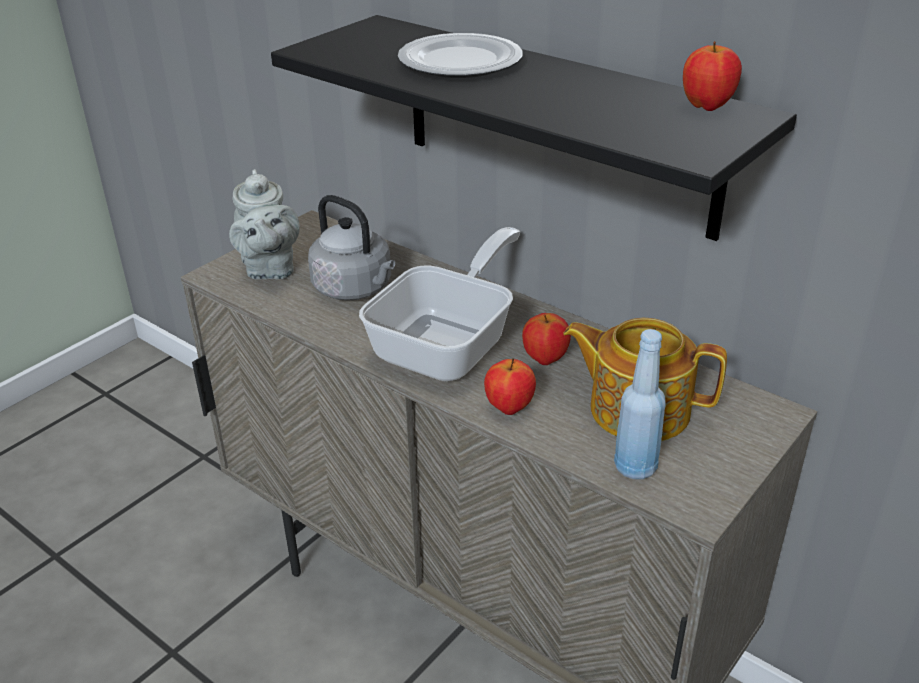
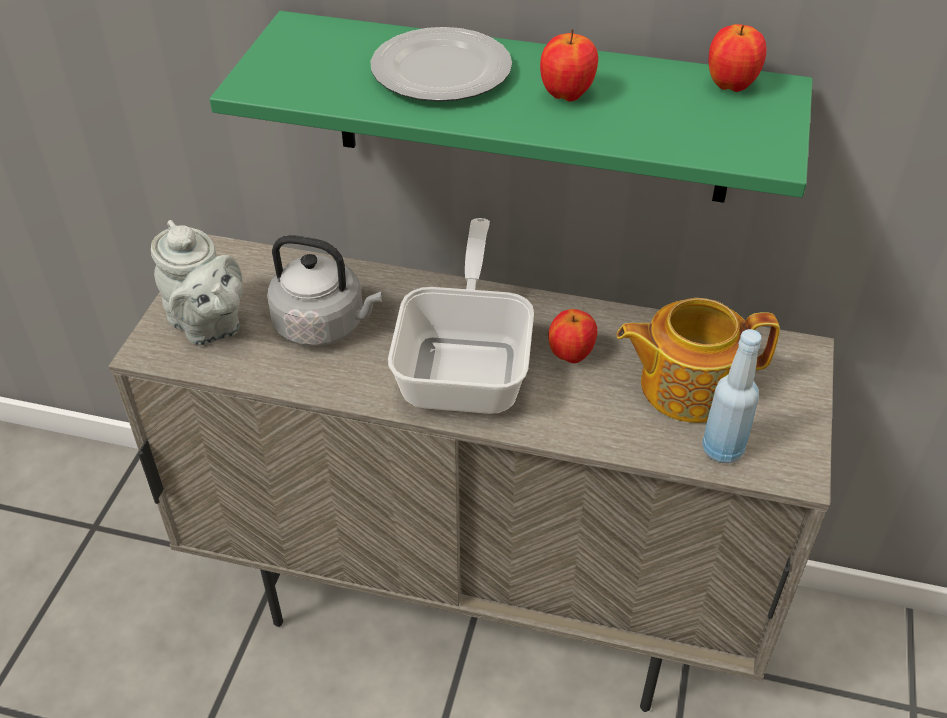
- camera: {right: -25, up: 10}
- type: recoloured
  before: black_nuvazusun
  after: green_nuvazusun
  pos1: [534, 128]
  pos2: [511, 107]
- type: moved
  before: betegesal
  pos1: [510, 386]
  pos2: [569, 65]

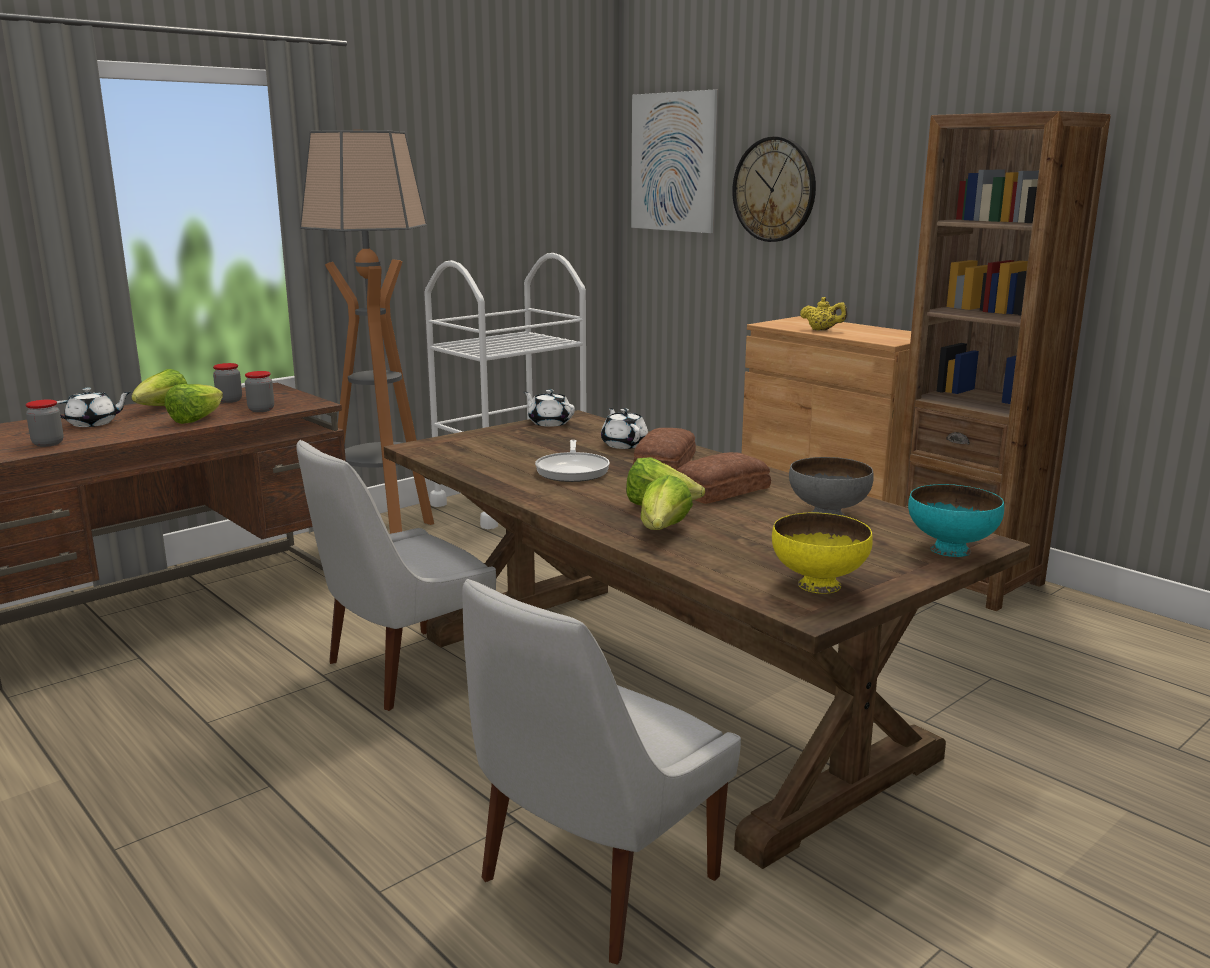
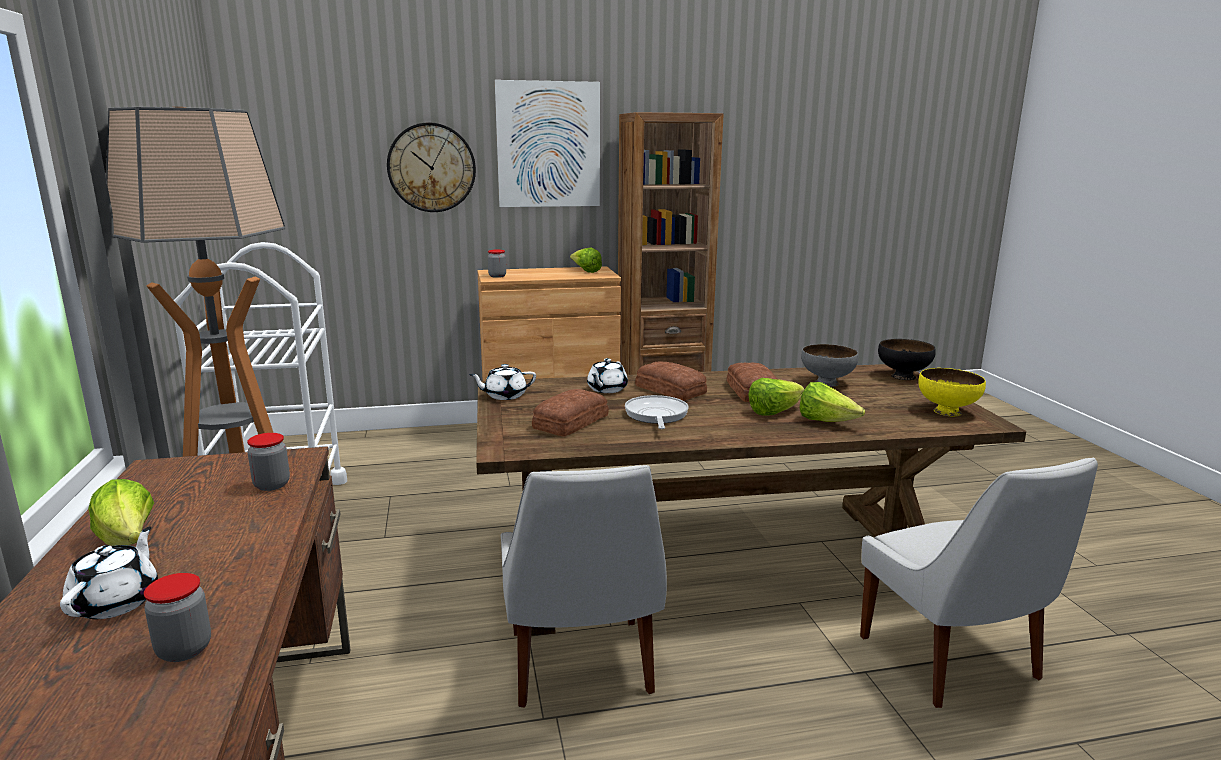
- camera: {right: -60, up: 0}
- type: moved
  before: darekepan
  pos1: [674, 161]
  pos2: [547, 143]
- type: removed
  before: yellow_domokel
  pos1: [823, 314]
- type: moved
  before: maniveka
  pos1: [227, 383]
  pos2: [497, 264]
- type: moved
  before: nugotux
  pos1: [194, 404]
  pos2: [586, 260]
- type: turned
  before: white_domokel
  pos1: [624, 428]
  pos2: [607, 375]
  turn: -75
- type: turned
  before: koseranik
  pos1: [572, 461]
  pos2: [657, 412]
  turn: -120
- type: recoloured
  before: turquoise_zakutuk
  after: black_zakutuk
  pos1: [956, 520]
  pos2: [907, 359]
- type: added
  after: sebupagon
  pos2: [570, 413]

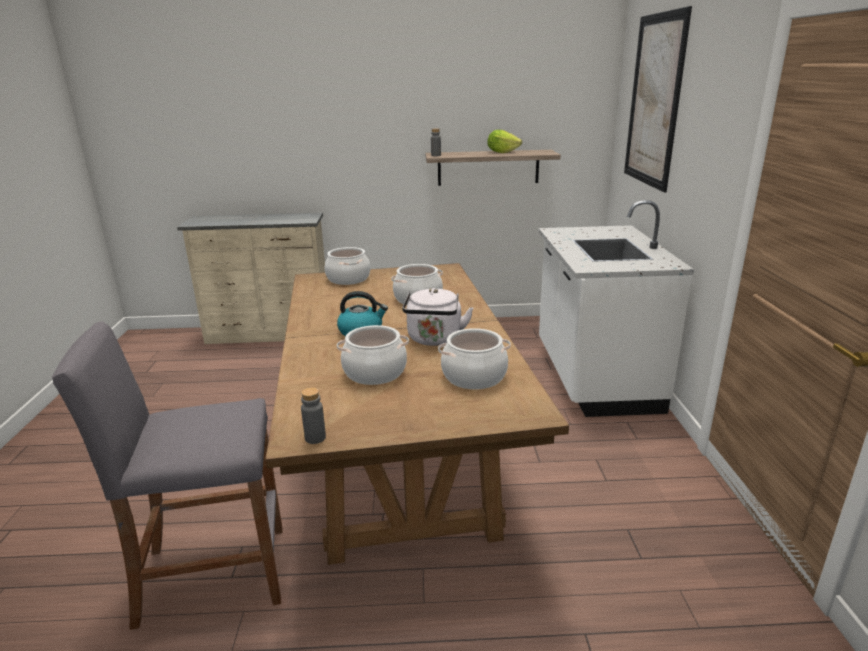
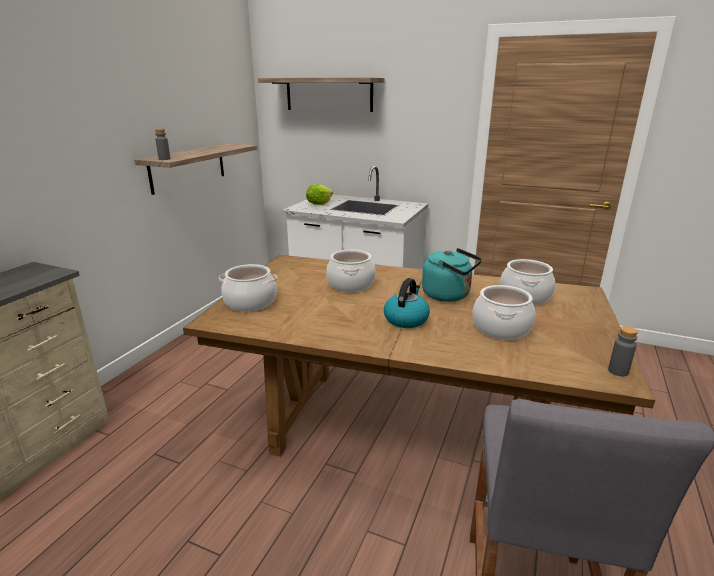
- camera: {right: -65, up: 0}
- type: replaced
  before: darekepan
  after: nuvazusun
  pos1: [658, 99]
  pos2: [321, 94]
- type: moved
  before: nugotux
  pos1: [504, 141]
  pos2: [319, 194]
- type: recoloured
  before: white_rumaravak
  after: turquoise_rumaravak
  pos1: [437, 317]
  pos2: [452, 275]

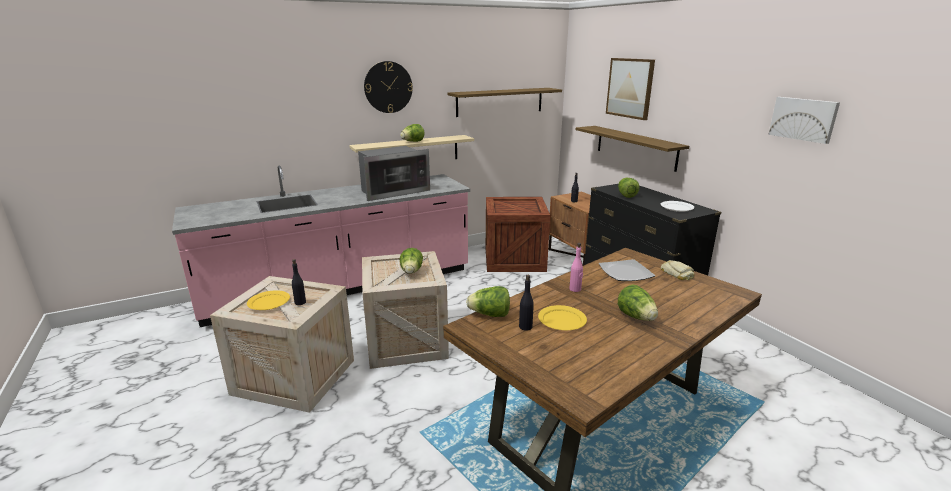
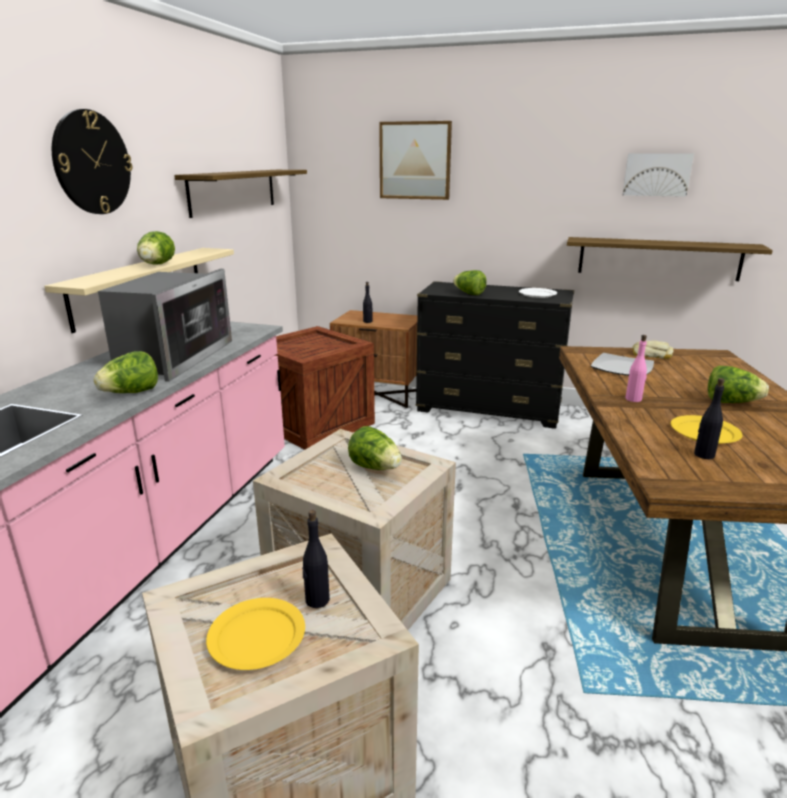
- camera: {right: -45, up: 0}
- type: moved
  before: nuvazusun
  pos1: [632, 149]
  pos2: [670, 259]
- type: moved
  before: nugotux
  pos1: [488, 301]
  pos2: [125, 372]

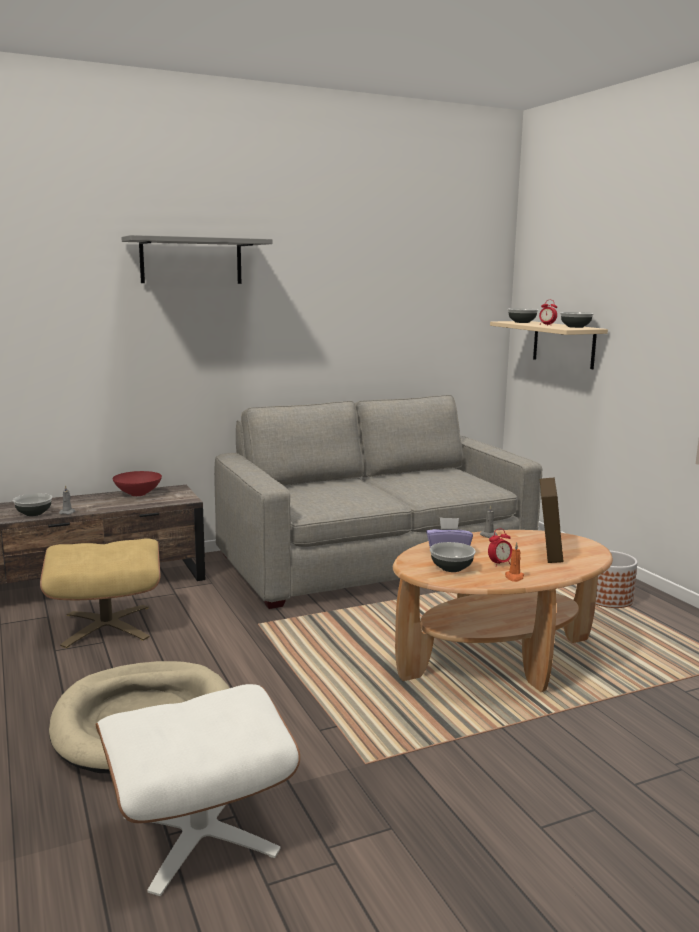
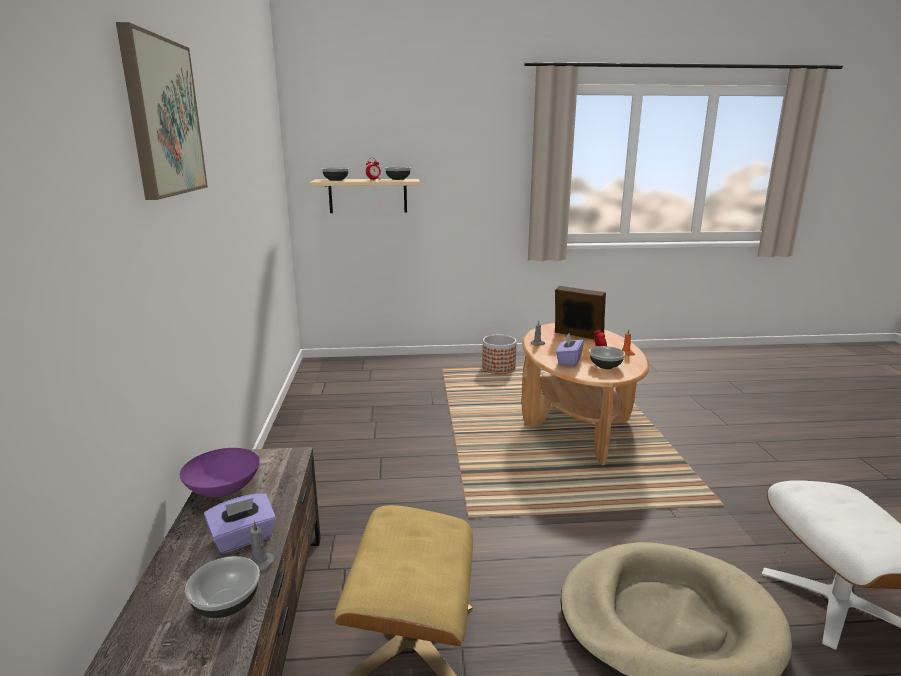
- camera: {right: -70, up: 5}
- type: replaced
  before: grey_nuvazusun
  after: darekepan
  pos1: [196, 259]
  pos2: [162, 111]
- type: removed
  before: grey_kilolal
  pos1: [378, 502]
- type: recoloured
  before: red_zakutuk
  after: purple_zakutuk
  pos1: [137, 483]
  pos2: [220, 472]
- type: added
  after: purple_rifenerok
  pos2: [240, 523]

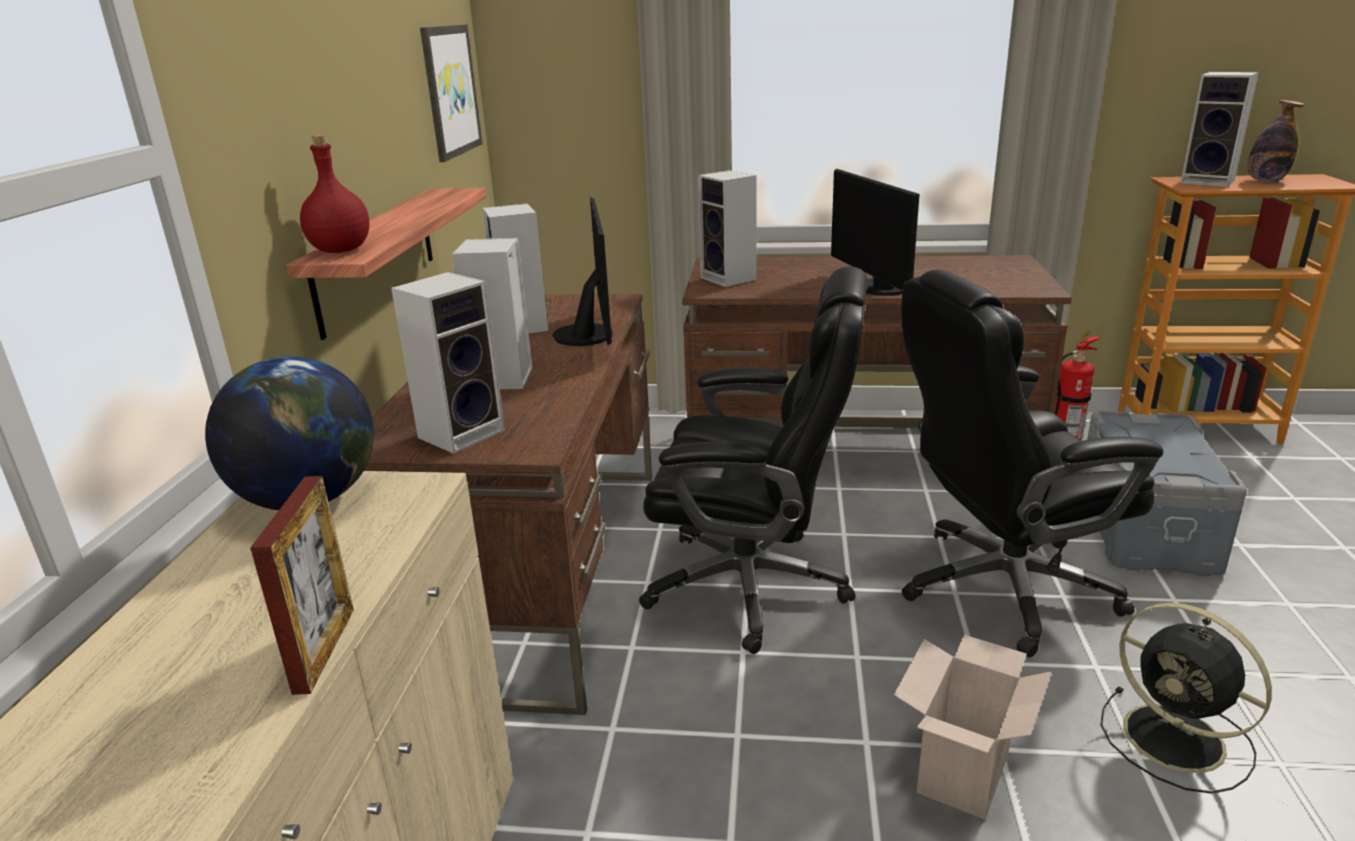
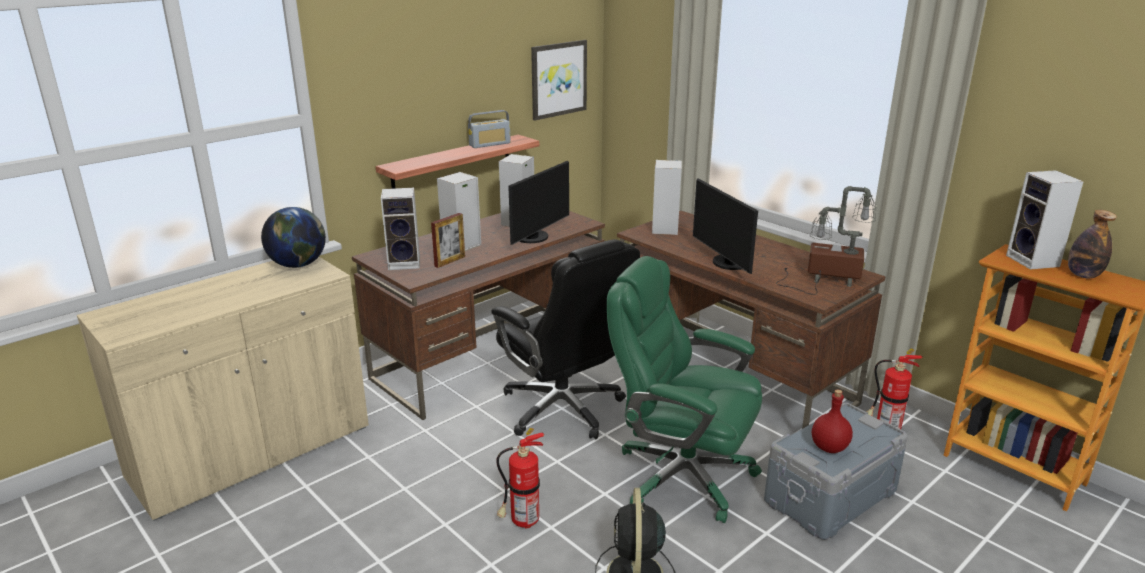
- camera: {right: 40, up: 0}
- type: moved
  before: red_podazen
  pos1: [334, 194]
  pos2: [832, 421]
- type: turned
  before: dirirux
  pos1: [875, 232]
  pos2: [725, 226]
  turn: -45
- type: recoloured
  before: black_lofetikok
  after: green_lofetikok
  pos1: [1032, 463]
  pos2: [684, 389]
- type: moved
  before: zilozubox
  pos1: [302, 585]
  pos2: [448, 240]
- type: replaced
  before: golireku
  after: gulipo
  pos1: [973, 727]
  pos2: [520, 478]
- type: added
  after: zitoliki
  pos2: [489, 129]
- type: added
  after: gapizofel
  pos2: [826, 240]

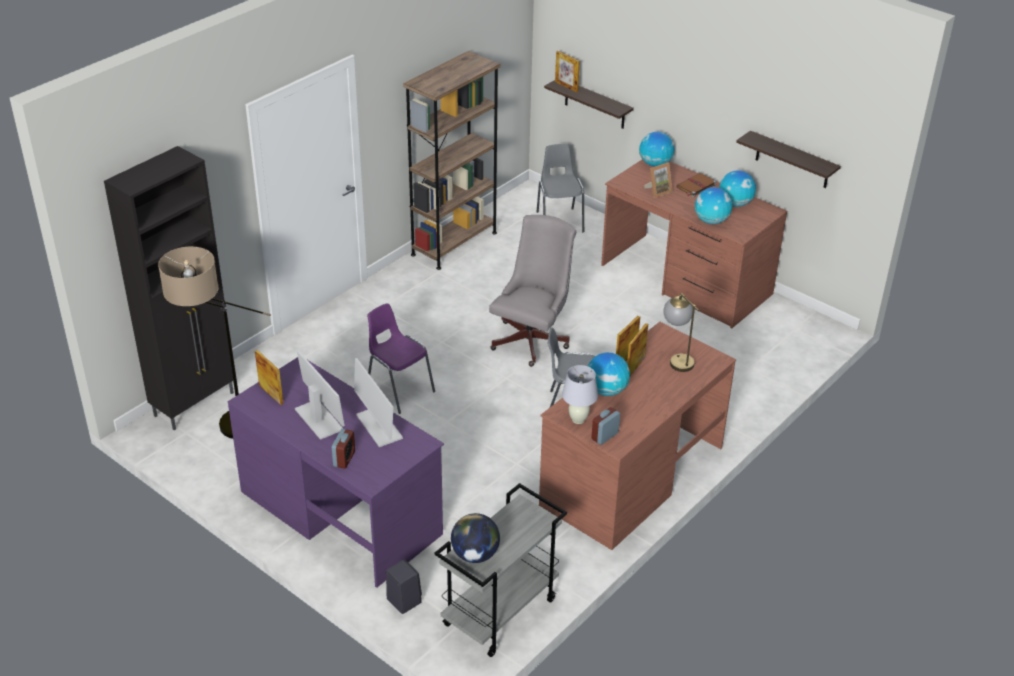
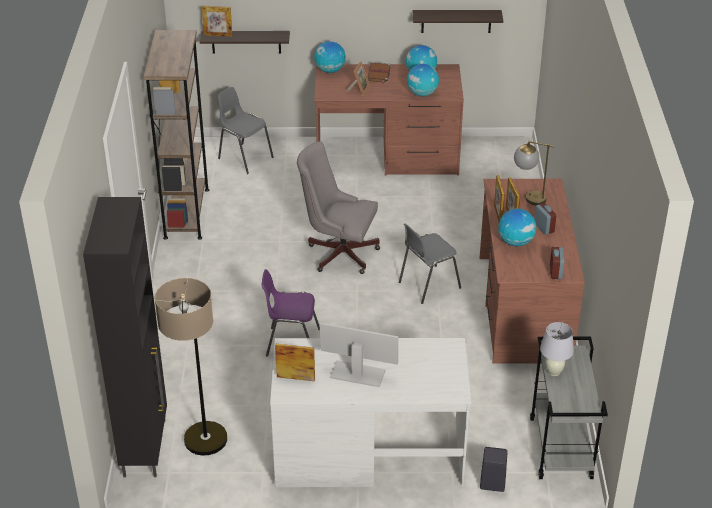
- camera: {right: -40, up: 0}
- type: turned
  before: grey_lofetikok
  pos1: [532, 291]
  pos2: [338, 207]
  turn: -60
- type: recoloured
  before: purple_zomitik
  after: white_zomitik
  pos1: [336, 472]
  pos2: [370, 412]
- type: removed
  before: dirirux
  pos1: [378, 402]
- type: moved
  before: white_gapizofel
  pos1: [580, 394]
  pos2: [557, 349]
- type: moved
  before: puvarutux
  pos1: [343, 449]
  pos2: [545, 219]
- type: removed
  before: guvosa
  pos1: [475, 538]

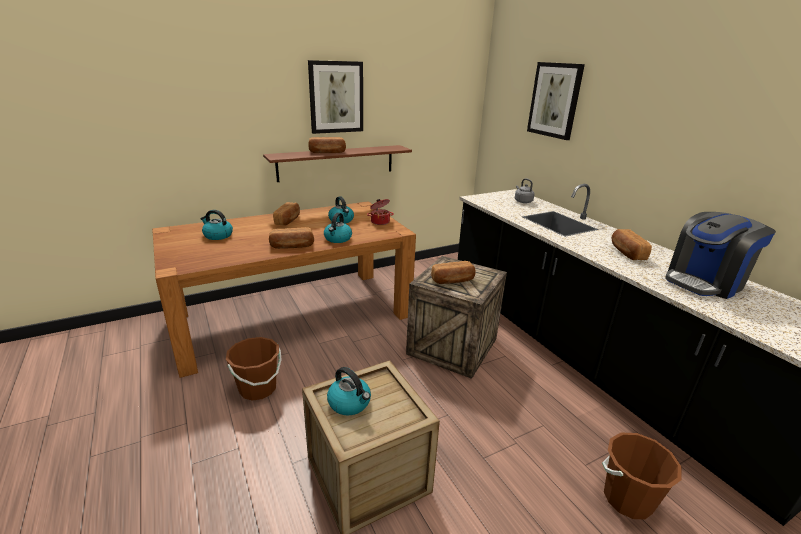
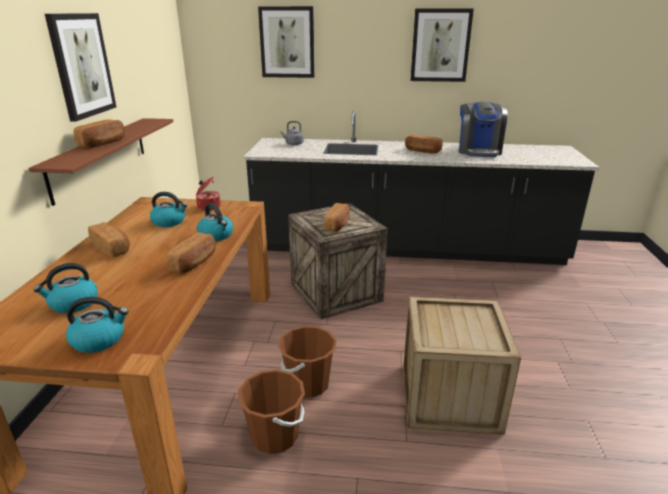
- camera: {right: -55, up: 0}
- type: moved
  before: rumaravak
  pos1: [349, 391]
  pos2: [97, 324]
- type: moved
  before: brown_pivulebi
  pos1: [642, 476]
  pos2: [307, 362]
- type: added
  after: darekepan
  pos2: [442, 45]

